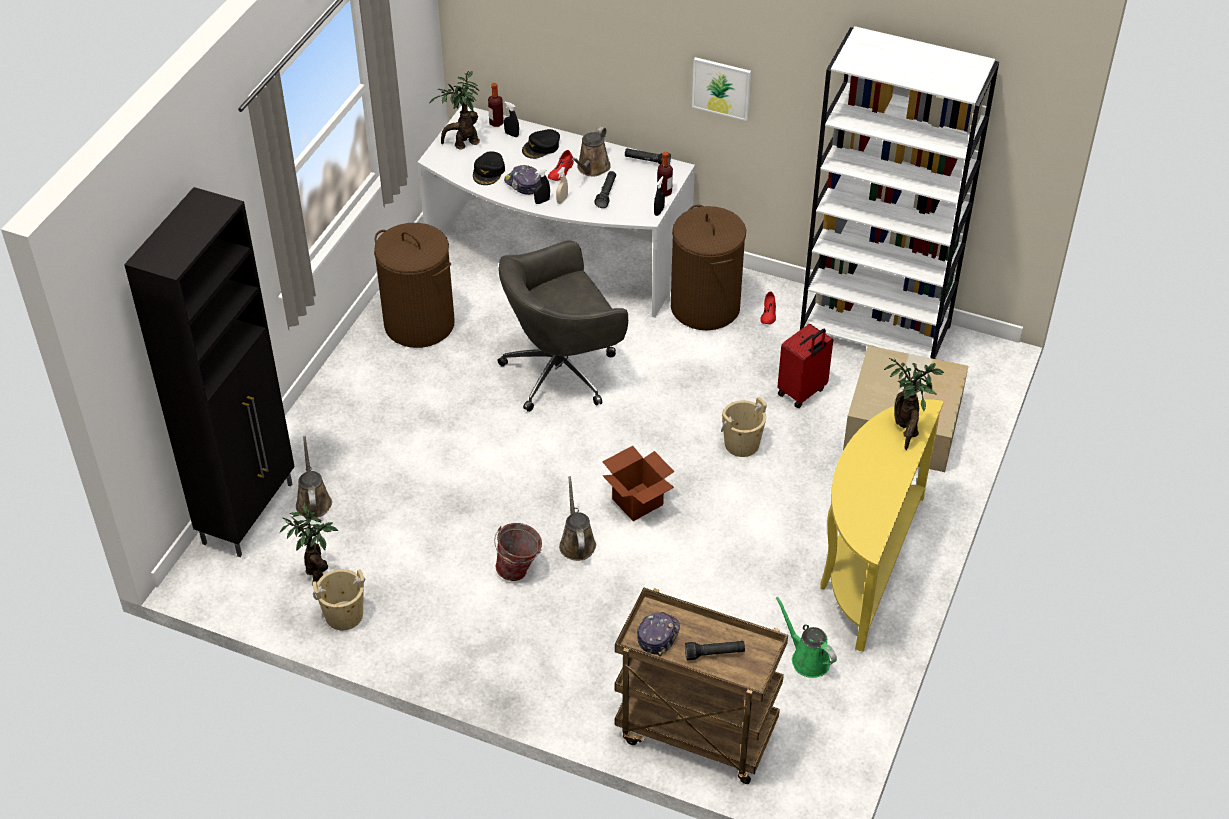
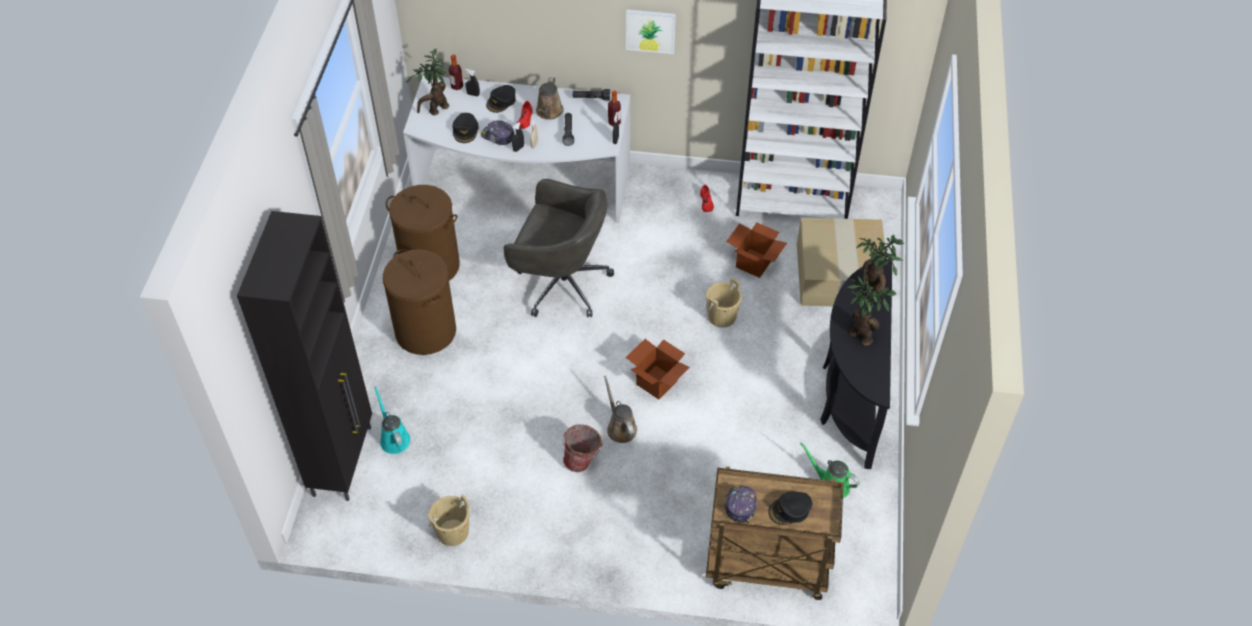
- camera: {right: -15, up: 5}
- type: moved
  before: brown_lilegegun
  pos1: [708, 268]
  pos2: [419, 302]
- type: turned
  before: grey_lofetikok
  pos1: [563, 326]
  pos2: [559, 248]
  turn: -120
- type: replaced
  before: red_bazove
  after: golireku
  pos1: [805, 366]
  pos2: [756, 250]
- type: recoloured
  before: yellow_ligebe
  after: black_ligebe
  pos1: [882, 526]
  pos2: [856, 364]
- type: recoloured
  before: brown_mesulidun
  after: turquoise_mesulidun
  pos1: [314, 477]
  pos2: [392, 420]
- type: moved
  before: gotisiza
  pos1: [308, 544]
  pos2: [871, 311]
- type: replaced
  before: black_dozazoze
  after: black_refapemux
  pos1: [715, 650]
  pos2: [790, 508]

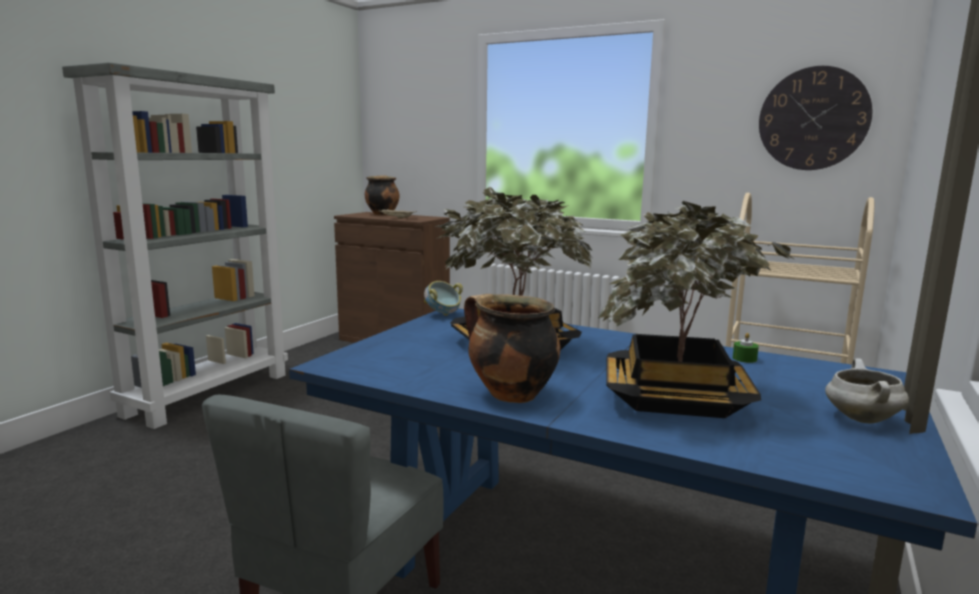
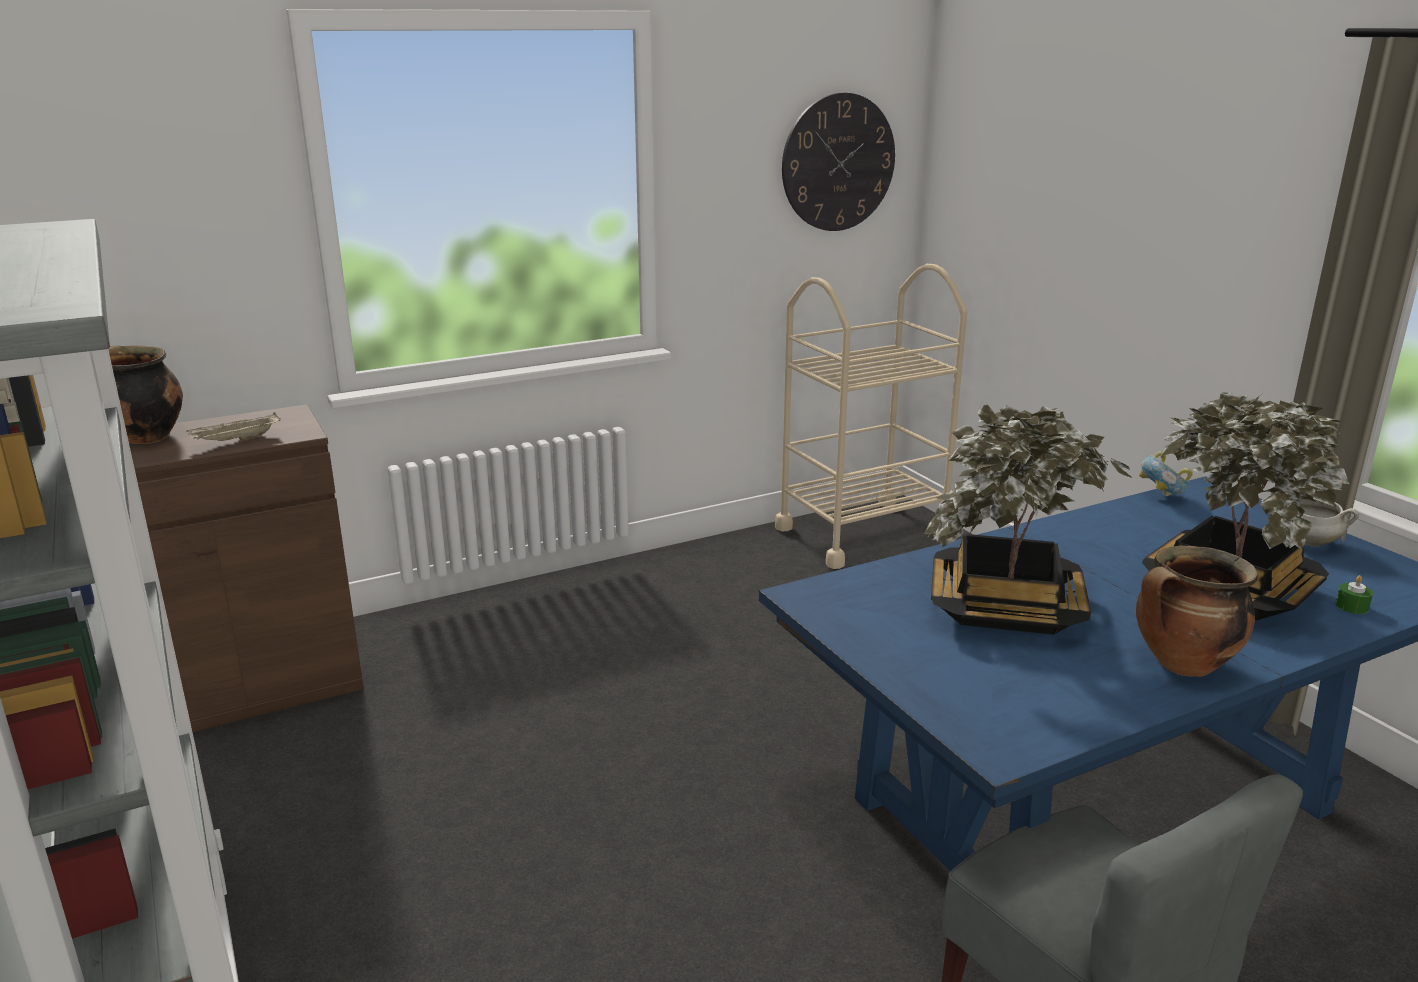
- camera: {right: -55, up: 10}
- type: moved
  before: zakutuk
  pos1: [443, 298]
  pos2: [1166, 474]
- type: moved
  before: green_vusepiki
  pos1: [746, 348]
  pos2: [1354, 594]

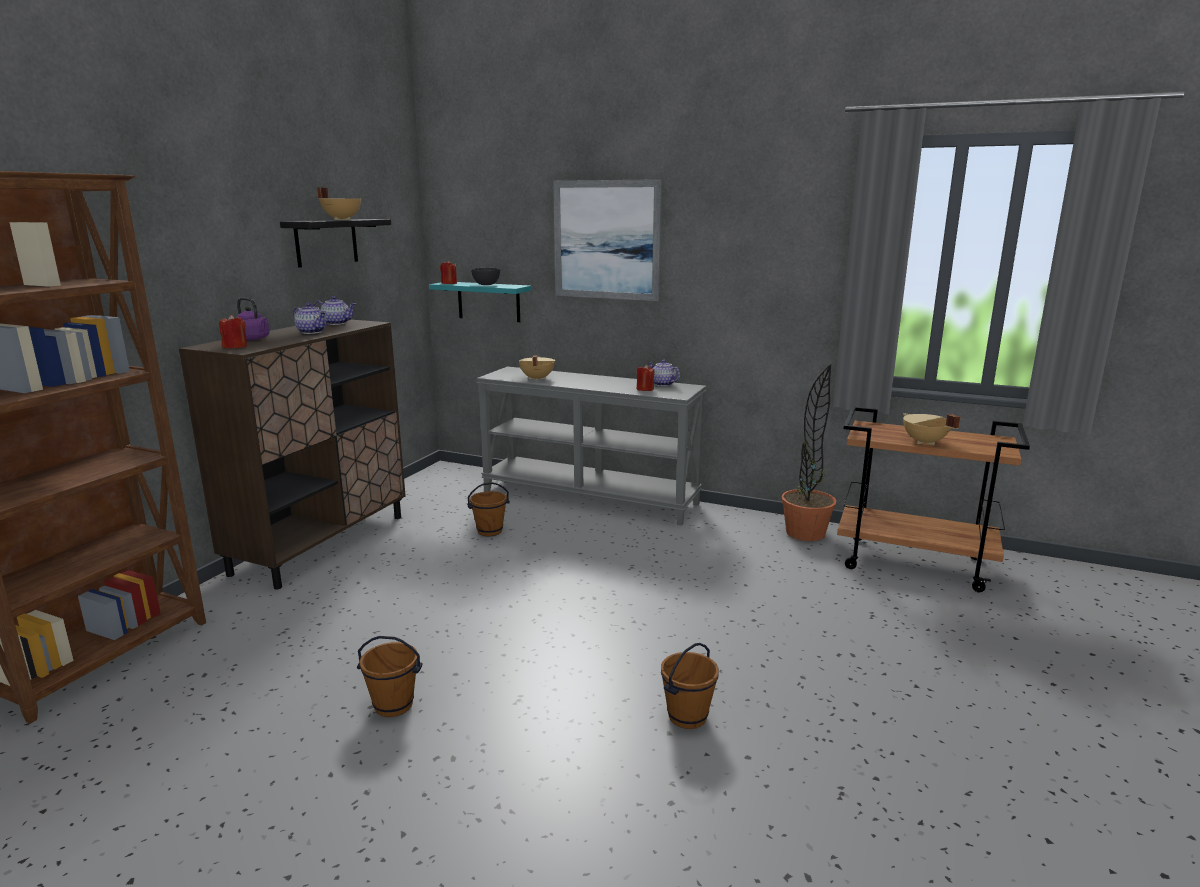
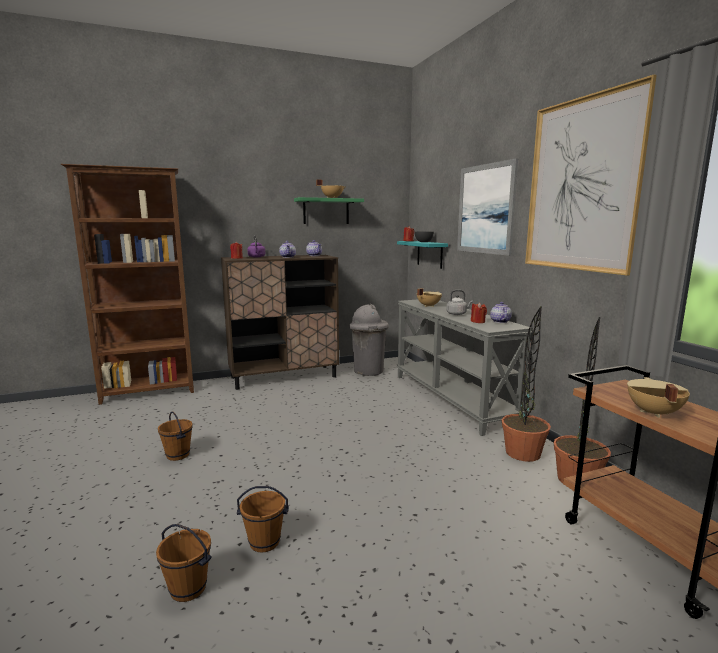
- camera: {right: 45, up: -5}
- type: recoloured
  before: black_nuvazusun
  after: green_nuvazusun
  pos1: [335, 243]
  pos2: [329, 210]
- type: moved
  before: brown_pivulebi
  pos1: [488, 509]
  pos2: [184, 563]
- type: added
  after: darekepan
  pos2: [591, 175]
- type: added
  after: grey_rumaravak
  pos2: [459, 302]
- type: added
  after: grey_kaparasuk
  pos2: [369, 340]
- type: added
  after: gotisiza
  pos2: [526, 384]

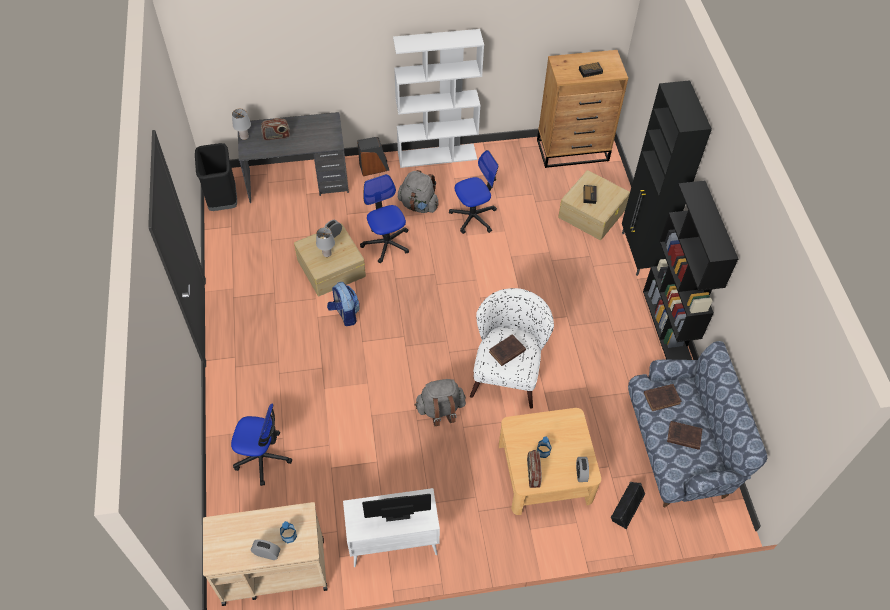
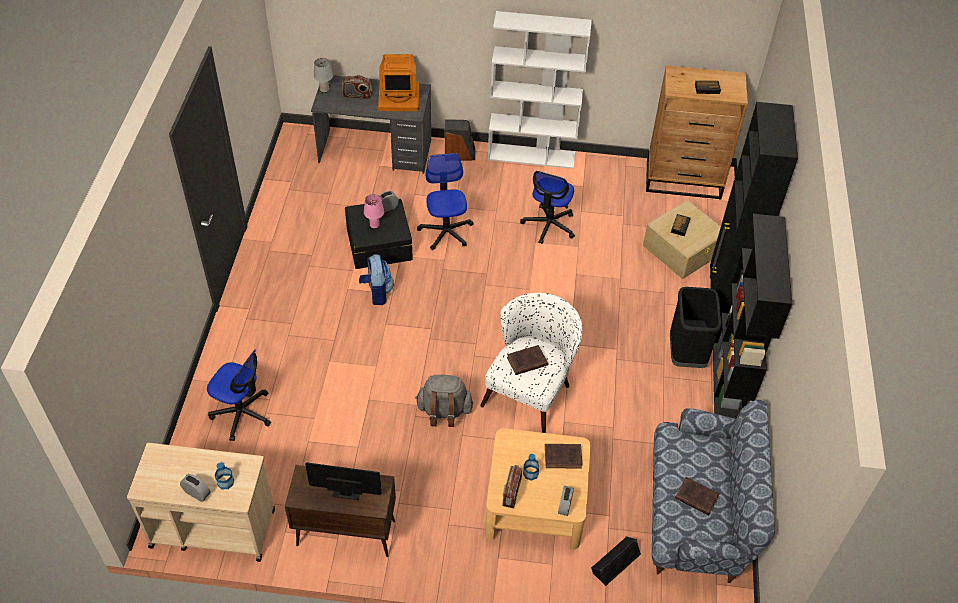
- camera: {right: 15, up: -5}
- type: moved
  before: black_kaparasuk
  pos1: [216, 177]
  pos2: [695, 327]
- type: turned
  before: lofetikok
  pos1: [473, 192]
  pos2: [547, 207]
  turn: 120
- type: removed
  before: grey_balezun
  pos1: [418, 191]
- type: recoloured
  before: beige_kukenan
  after: black_kukenan
  pos1: [330, 260]
  pos2: [379, 234]
- type: recoloured
  before: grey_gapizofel
  after: pink_gapizofel
  pos1: [325, 242]
  pos2: [374, 211]
- type: moved
  before: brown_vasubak
  pos1: [663, 397]
  pos2: [563, 456]
- type: recoloured
  before: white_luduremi
  after: brown_luduremi
  pos1: [391, 527]
  pos2: [340, 511]
- type: added
  after: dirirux
  pos2: [398, 82]

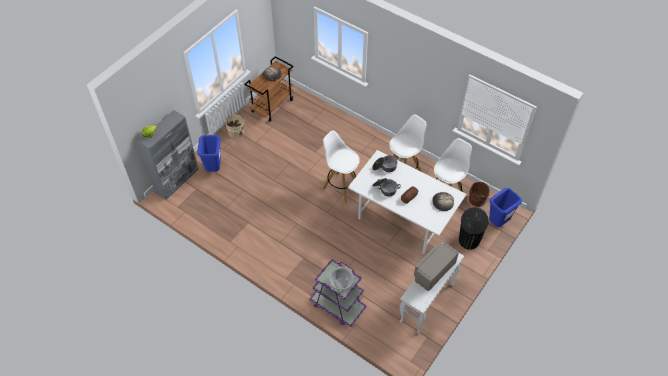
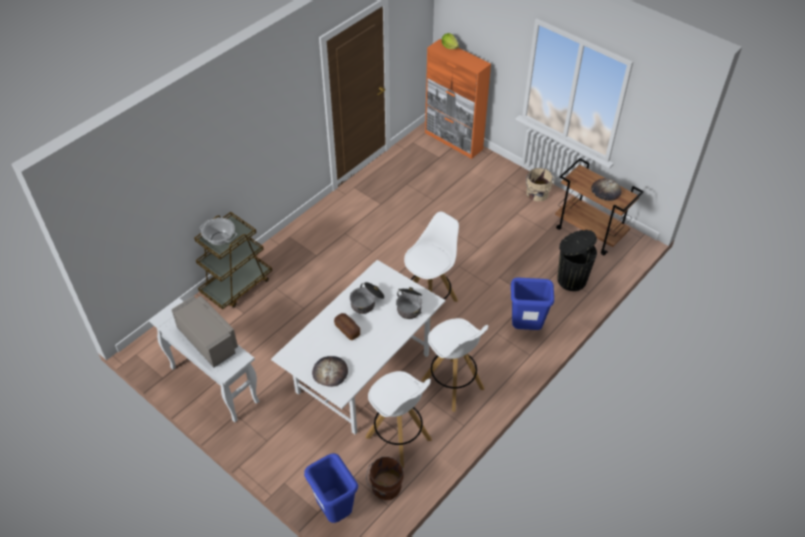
- camera: {right: 95, up: -5}
- type: recoloured
  before: grey_luduremi
  after: orange_luduremi
  pos1: [168, 155]
  pos2: [458, 99]
- type: moved
  before: blue_kaparasuk
  pos1: [209, 153]
  pos2: [532, 304]
- type: moved
  before: black_kaparasuk
  pos1: [474, 228]
  pos2: [577, 260]
- type: recoloured
  before: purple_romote
  after: brown_romote
  pos1: [338, 293]
  pos2: [233, 261]

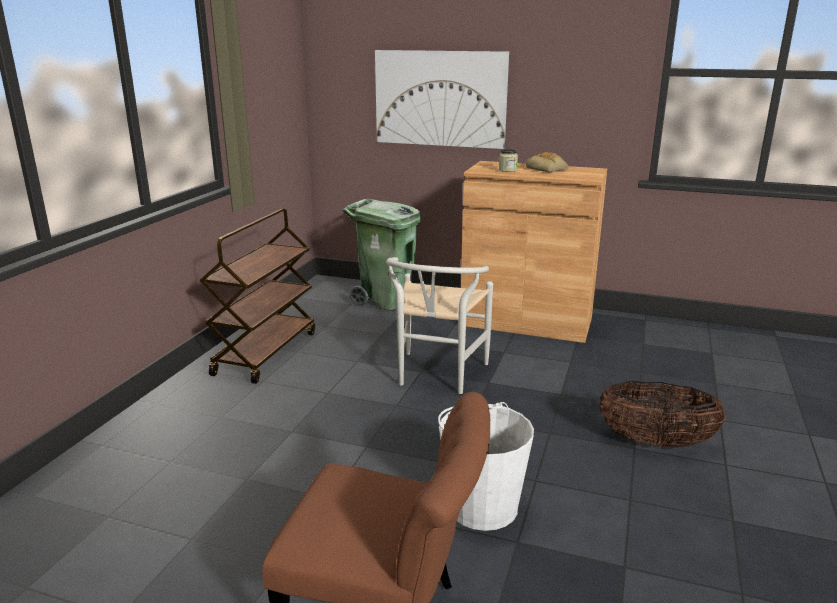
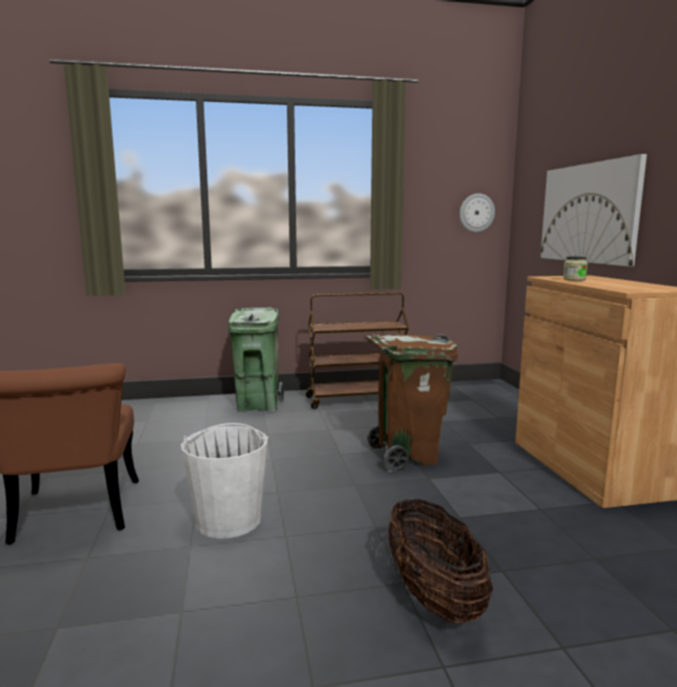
- camera: {right: 60, up: -10}
- type: removed
  before: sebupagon
  pos1: [547, 162]
- type: moved
  before: green_kaparasuk
  pos1: [381, 254]
  pos2: [256, 360]
- type: replaced
  before: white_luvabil
  after: brown_kaparasuk
  pos1: [439, 325]
  pos2: [411, 403]
- type: added
  after: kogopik
  pos2: [477, 212]

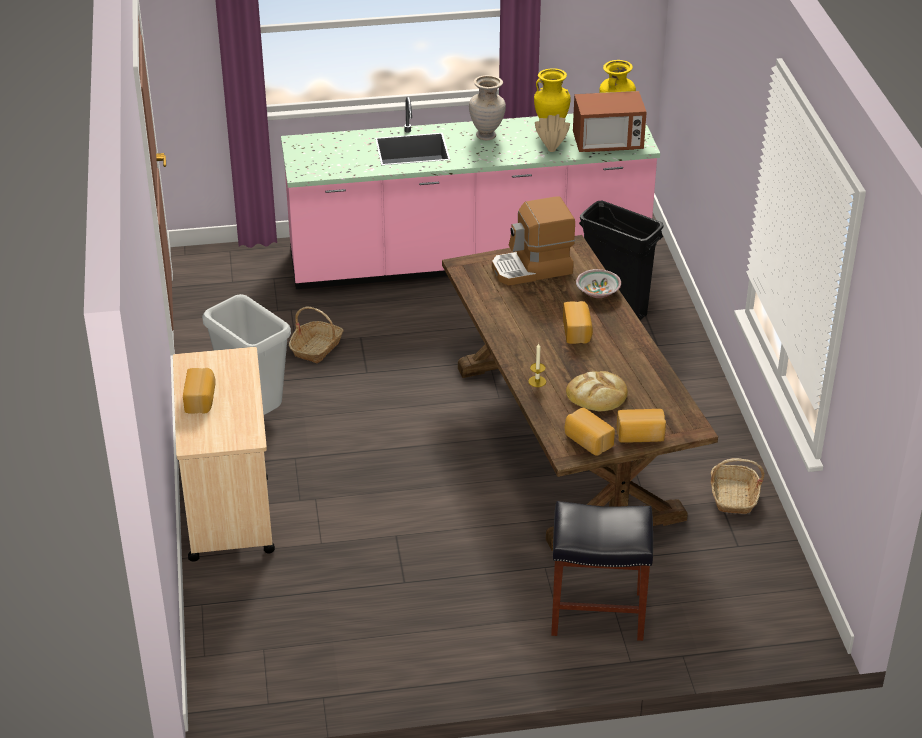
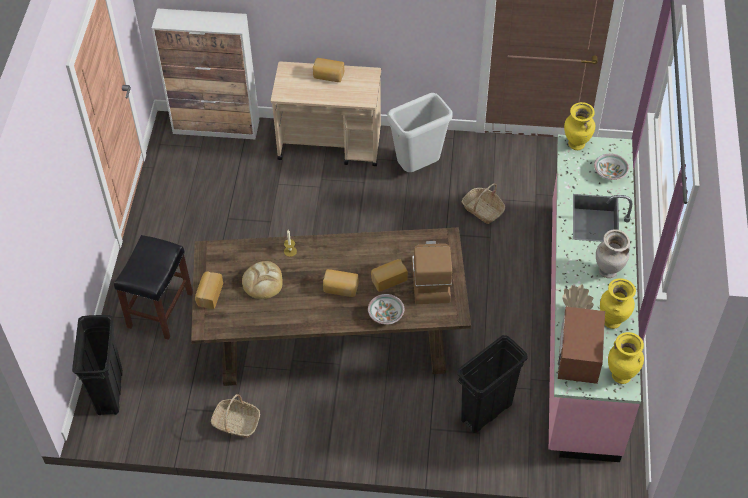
- camera: {right: 105, up: 15}
- type: moved
  before: sebupagon
  pos1: [590, 432]
  pos2: [389, 275]
- type: added
  after: luduremi
  pos2: [205, 74]
- type: added
  after: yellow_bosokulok
  pos2: [579, 126]
- type: added
  after: zakutuk
  pos2: [611, 167]
- type: added
  after: black_kaparasuk
  pos2: [97, 365]

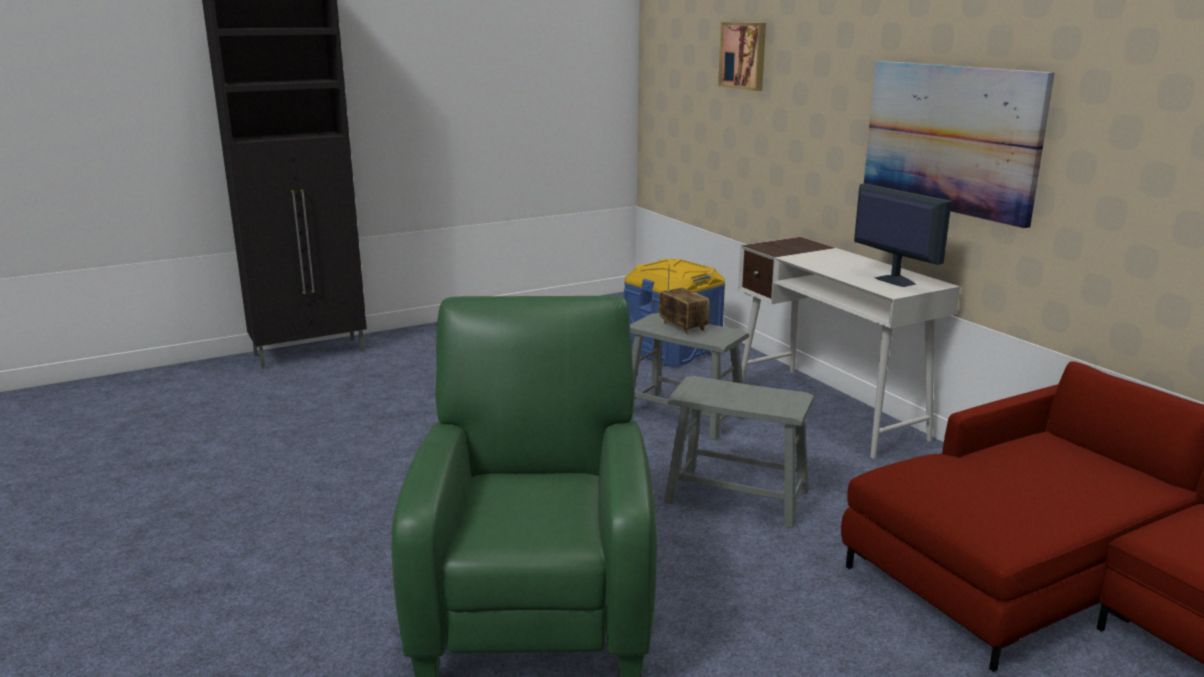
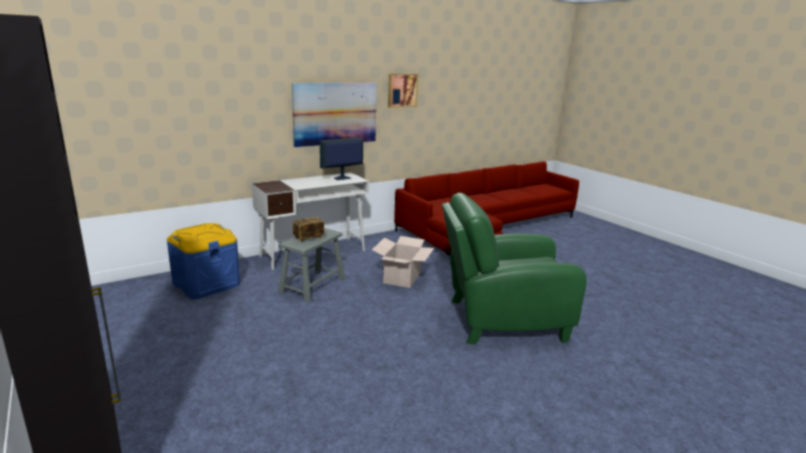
- camera: {right: -95, up: 0}
- type: moved
  before: darekepan
  pos1: [742, 56]
  pos2: [403, 90]
- type: replaced
  before: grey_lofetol
  after: golireku
  pos1: [739, 452]
  pos2: [403, 262]

